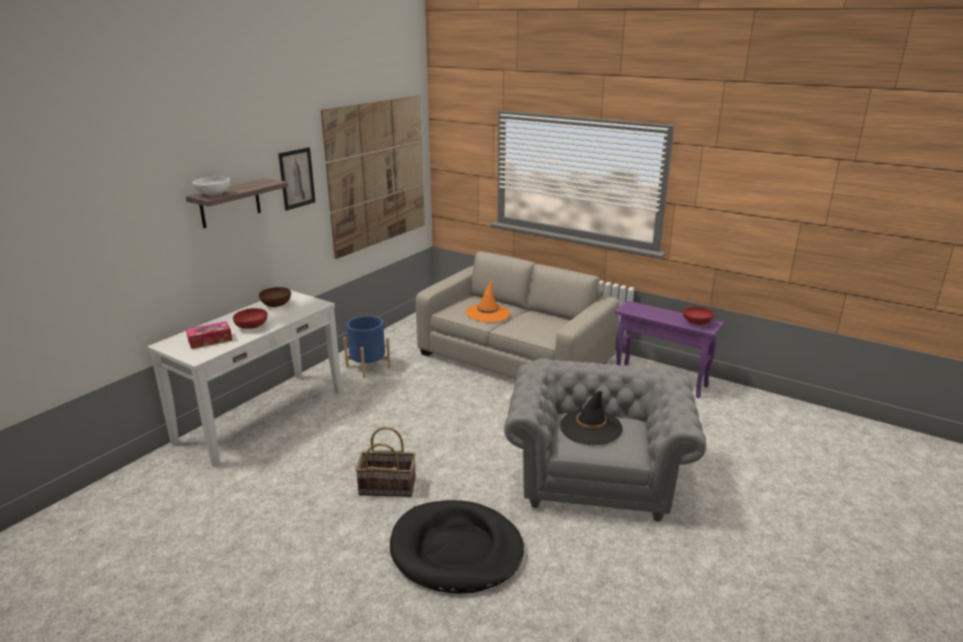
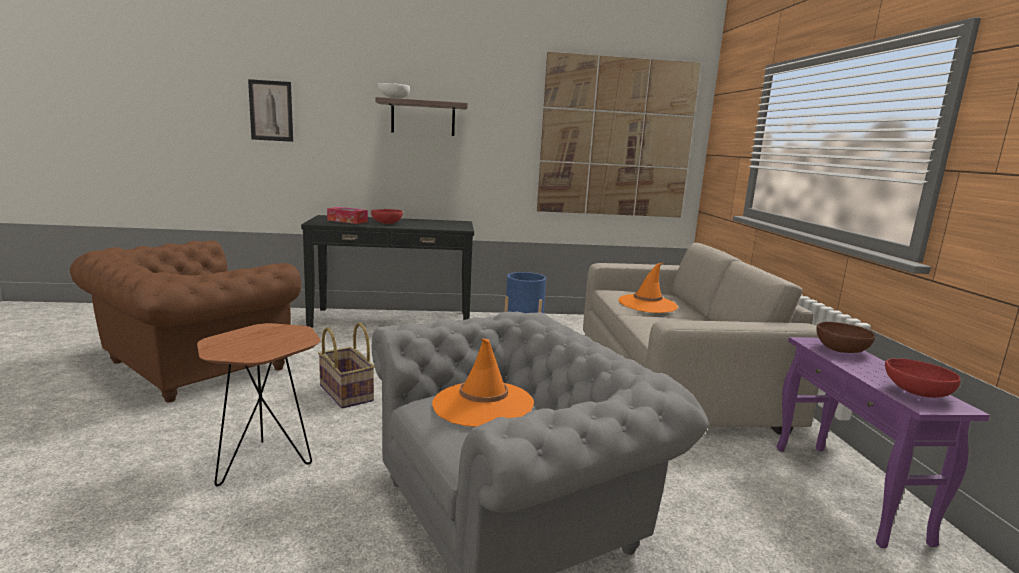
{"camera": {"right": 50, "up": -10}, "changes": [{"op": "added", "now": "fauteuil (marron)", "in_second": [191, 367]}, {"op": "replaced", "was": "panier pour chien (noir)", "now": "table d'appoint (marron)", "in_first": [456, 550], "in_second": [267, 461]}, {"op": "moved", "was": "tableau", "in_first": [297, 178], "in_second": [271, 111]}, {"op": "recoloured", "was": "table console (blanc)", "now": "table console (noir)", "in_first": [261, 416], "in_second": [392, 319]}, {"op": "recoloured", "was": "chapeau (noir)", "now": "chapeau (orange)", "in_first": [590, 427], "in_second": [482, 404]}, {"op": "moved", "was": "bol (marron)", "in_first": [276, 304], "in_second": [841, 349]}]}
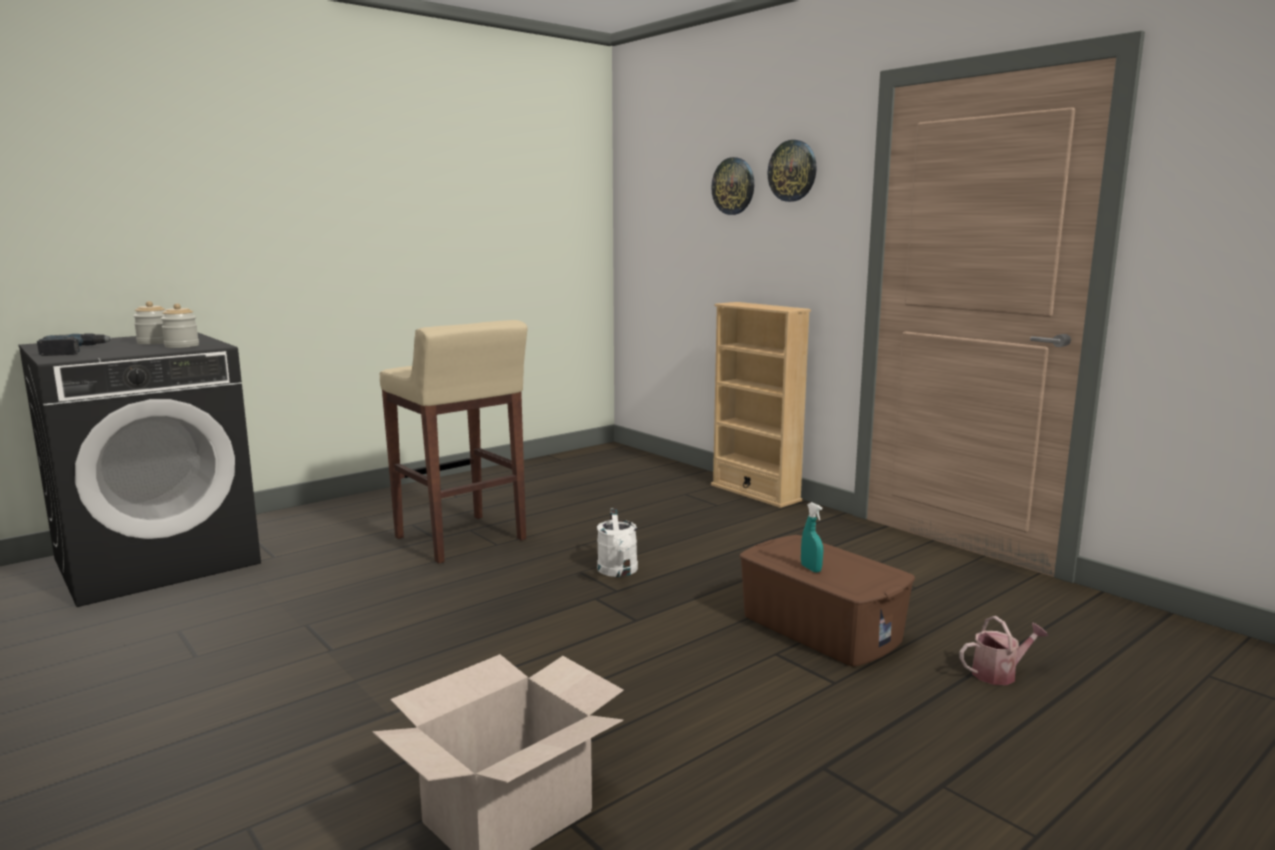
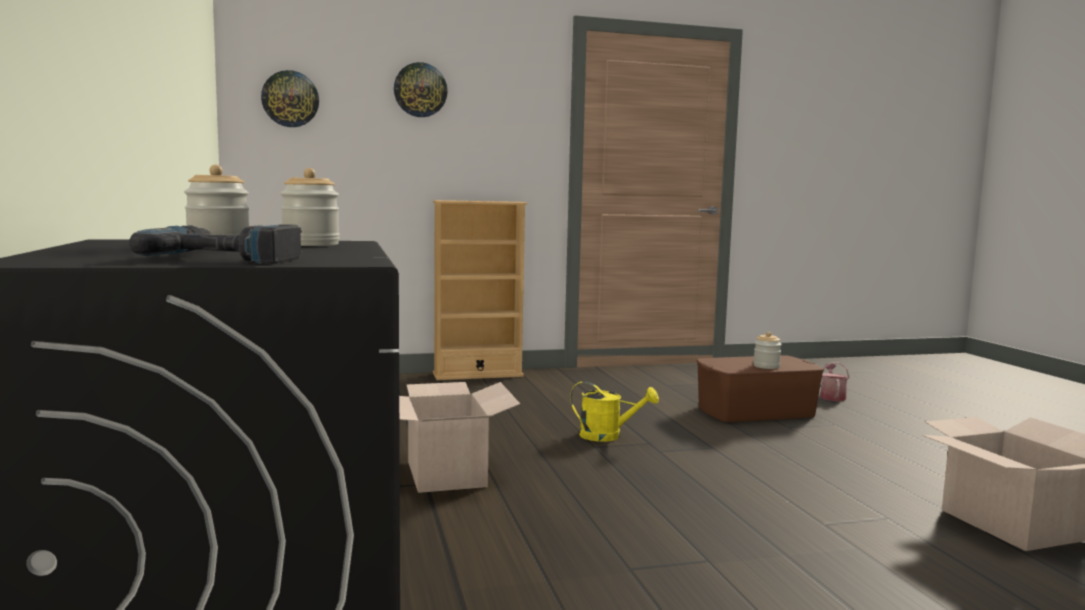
{"camera": {"right": -65, "up": -5}, "changes": [{"op": "moved", "was": "horloge murale", "in_first": [792, 171], "in_second": [290, 99]}, {"op": "replaced", "was": "tabouret (beige)", "now": "carton", "in_first": [461, 539], "in_second": [447, 474]}, {"op": "recoloured", "was": "arrosoir (blanc)", "now": "arrosoir (jaune)", "in_first": [618, 572], "in_second": [608, 436]}, {"op": "replaced", "was": "vaporisateur (turquoise)", "now": "bocal", "in_first": [811, 569], "in_second": [766, 366]}]}
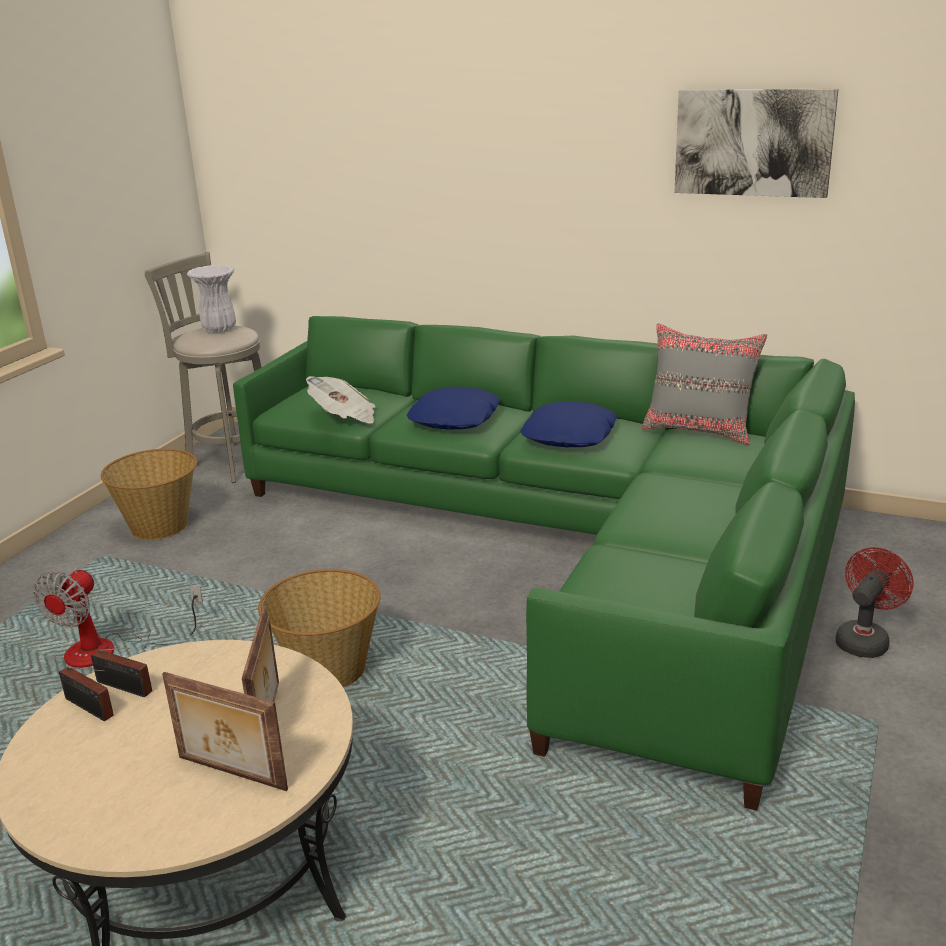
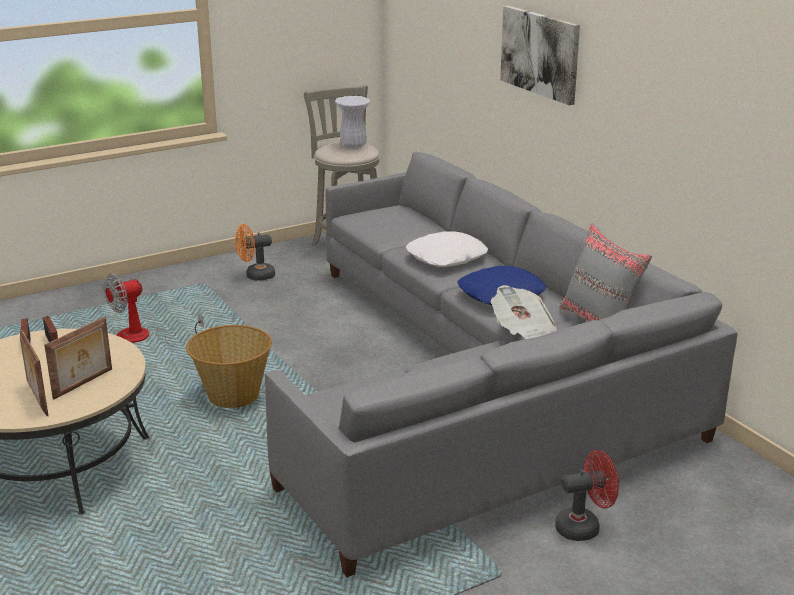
{"camera": {"right": 35, "up": 0}, "changes": [{"op": "replaced", "was": "panier", "now": "ventilateur (orange)", "in_first": [160, 526], "in_second": [255, 276]}, {"op": "recoloured", "was": "canapé (vert)", "now": "canapé (gris)", "in_first": [571, 547], "in_second": [478, 384]}, {"op": "recoloured", "was": "coussin (bleu)", "now": "coussin (blanc)", "in_first": [455, 418], "in_second": [447, 257]}, {"op": "moved", "was": "journal", "in_first": [344, 417], "in_second": [523, 332]}, {"op": "moved", "was": "tableau", "in_first": [753, 142], "in_second": [540, 53]}]}
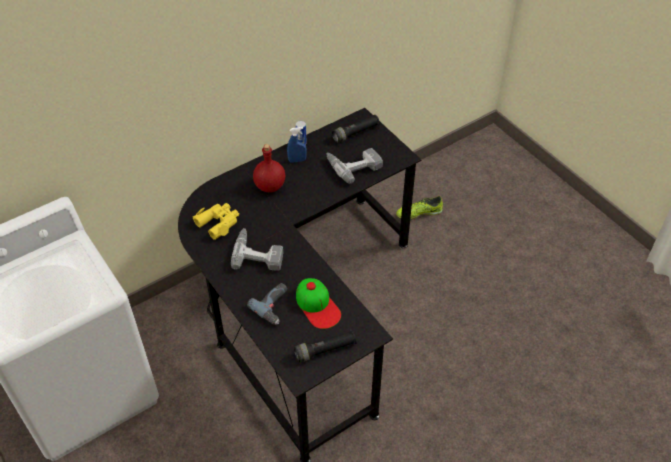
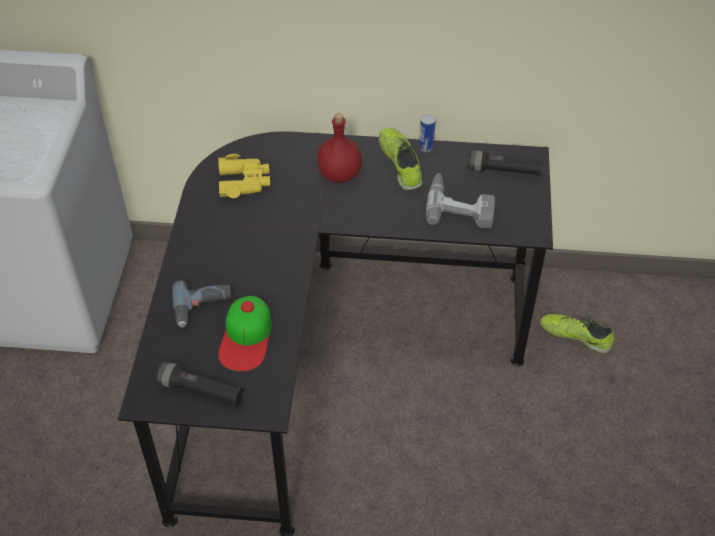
{"camera": {"right": 40, "up": 0}, "changes": [{"op": "replaced", "was": "vaporisateur (bleu)", "now": "chaussure", "in_first": [297, 160], "in_second": [400, 163]}, {"op": "removed", "was": "perceuse", "in_first": [258, 253]}]}
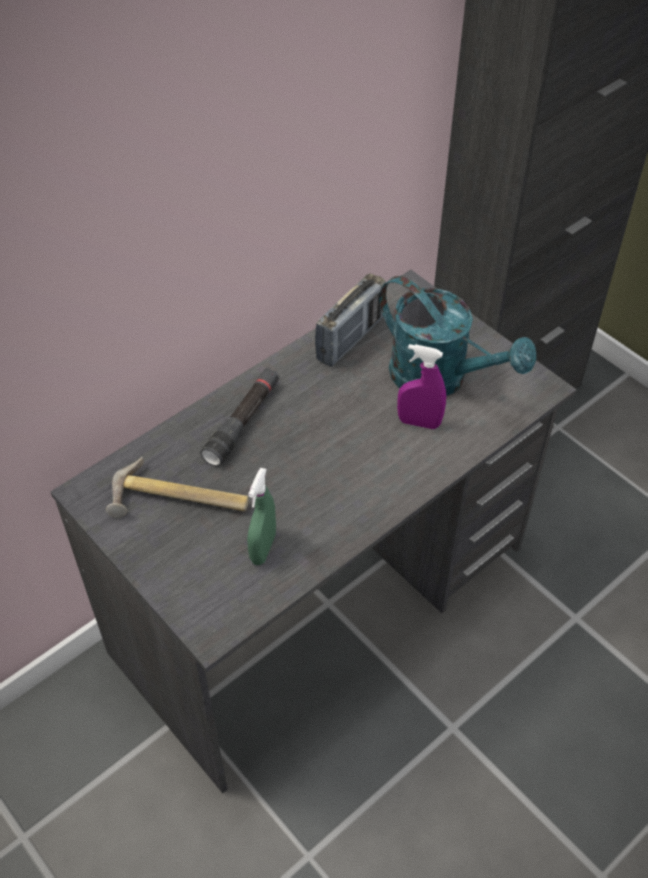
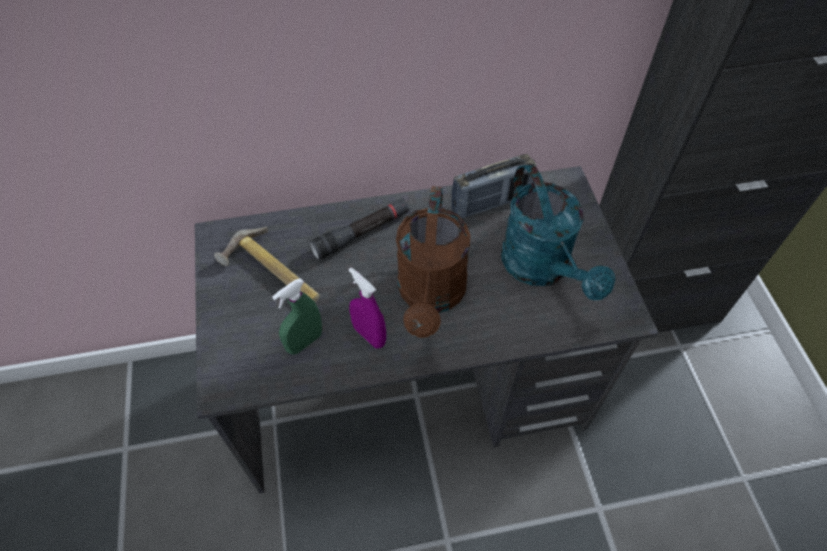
{"camera": {"right": 30, "up": 5}, "changes": [{"op": "moved", "was": "vaporisateur (violet)", "in_first": [419, 422], "in_second": [369, 335]}, {"op": "added", "now": "arrosoir (marron)", "in_second": [431, 296]}]}
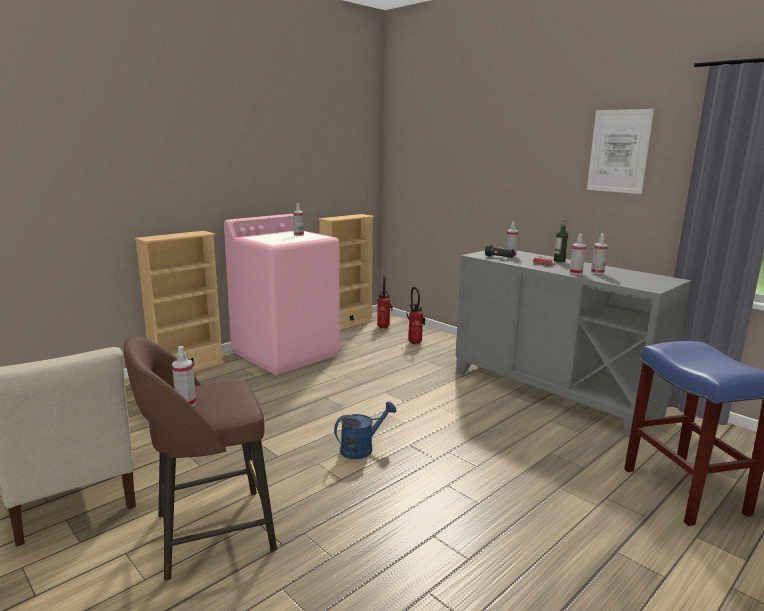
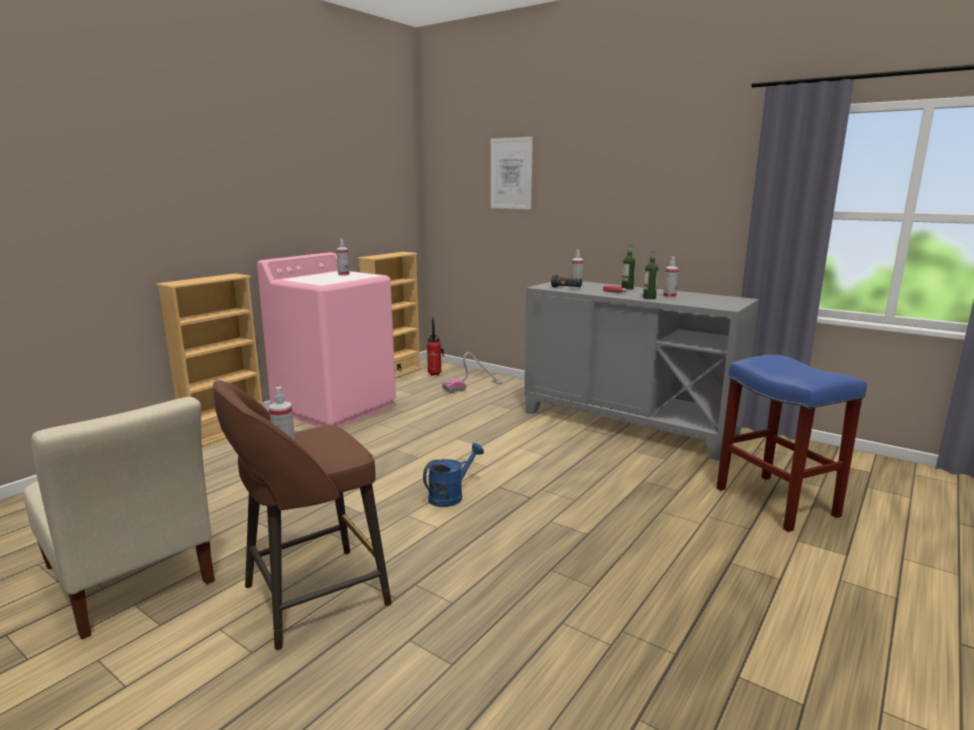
{"camera": {"right": -10, "up": 0}, "changes": [{"op": "replaced", "was": "extincteur", "now": "aspirateur", "in_first": [415, 342], "in_second": [473, 386]}, {"op": "moved", "was": "tableau", "in_first": [619, 151], "in_second": [511, 173]}, {"op": "replaced", "was": "vaporisateur", "now": "bouteille", "in_first": [576, 273], "in_second": [649, 298]}]}
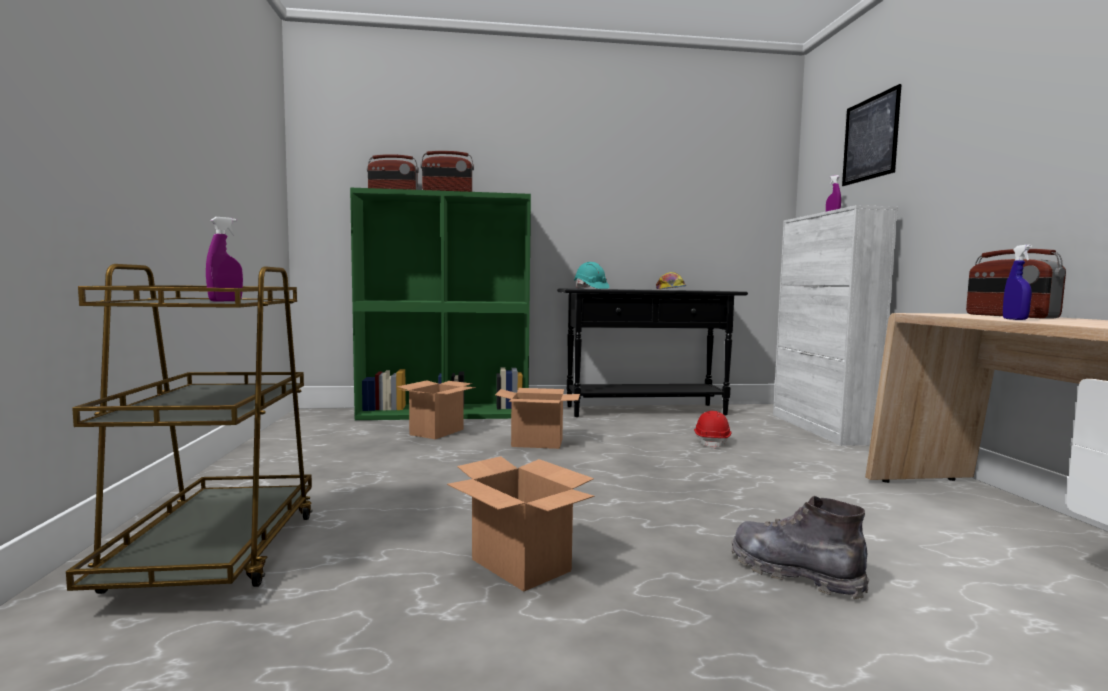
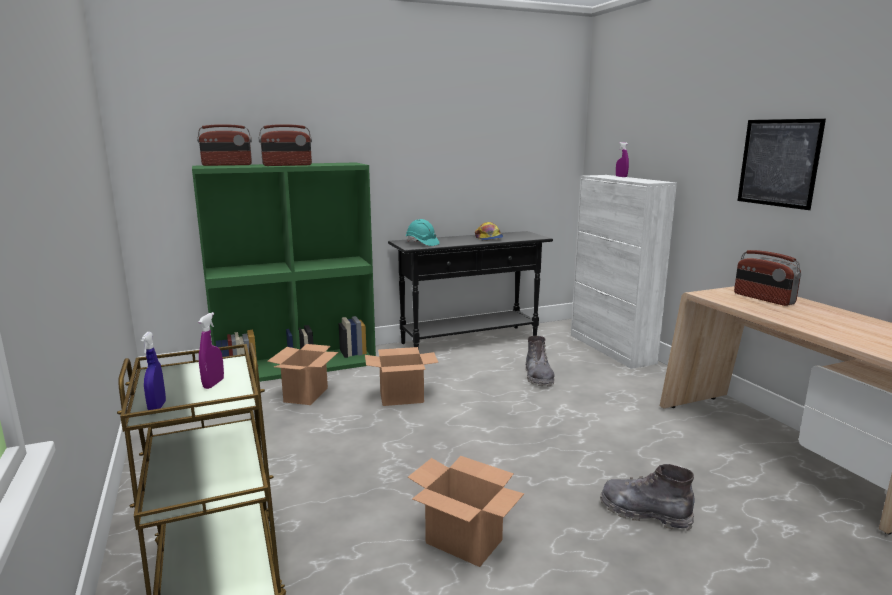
{"camera": {"right": -15, "up": 10}, "changes": [{"op": "moved", "was": "vaporisateur (bleu)", "in_first": [1015, 319], "in_second": [157, 407]}, {"op": "replaced", "was": "casque de chantier (rouge)", "now": "botte (gris)", "in_first": [712, 442], "in_second": [538, 377]}, {"op": "moved", "was": "tableau", "in_first": [870, 138], "in_second": [778, 163]}]}
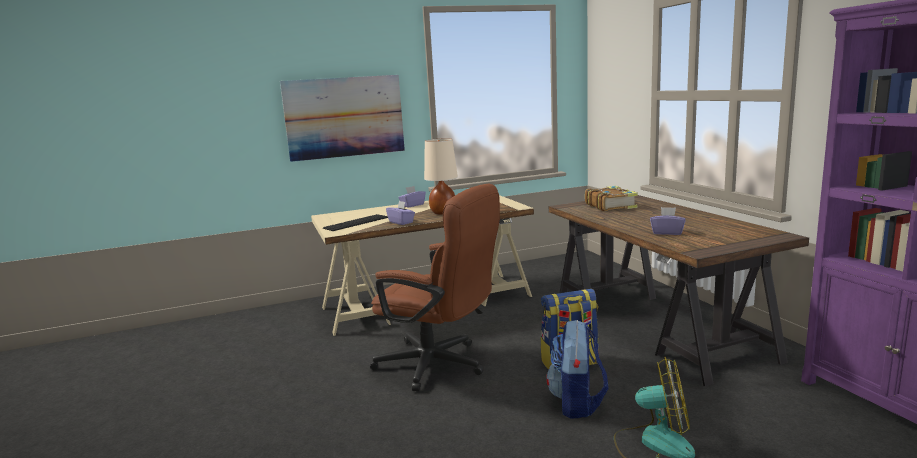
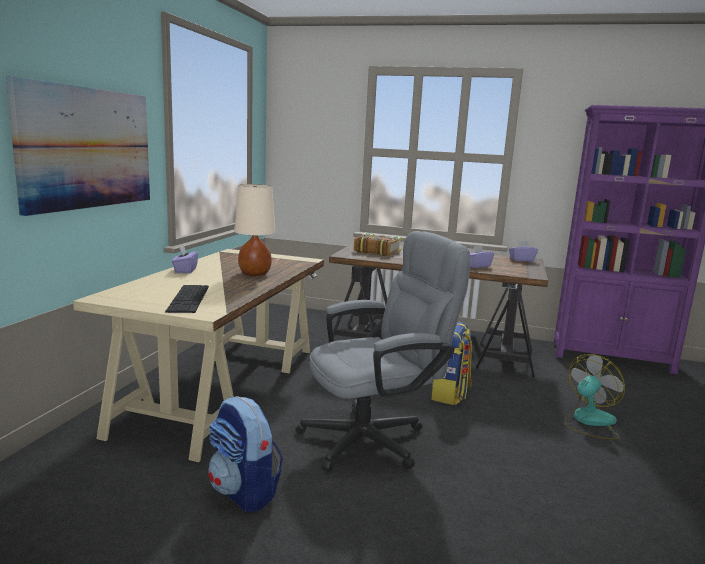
{"camera": {"right": -55, "up": 0}, "changes": [{"op": "moved", "was": "sac à dos", "in_first": [577, 403], "in_second": [244, 492]}, {"op": "recoloured", "was": "chaise de bureau (marron)", "now": "chaise de bureau (gris)", "in_first": [440, 366], "in_second": [375, 438]}, {"op": "moved", "was": "boîte à mouchoirs (violet)", "in_first": [401, 222], "in_second": [521, 260]}]}
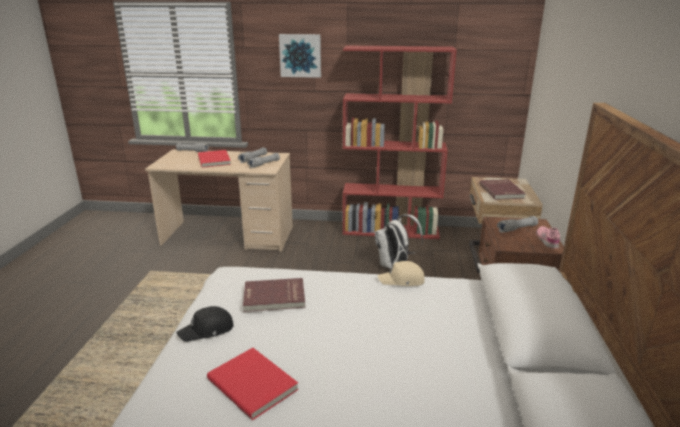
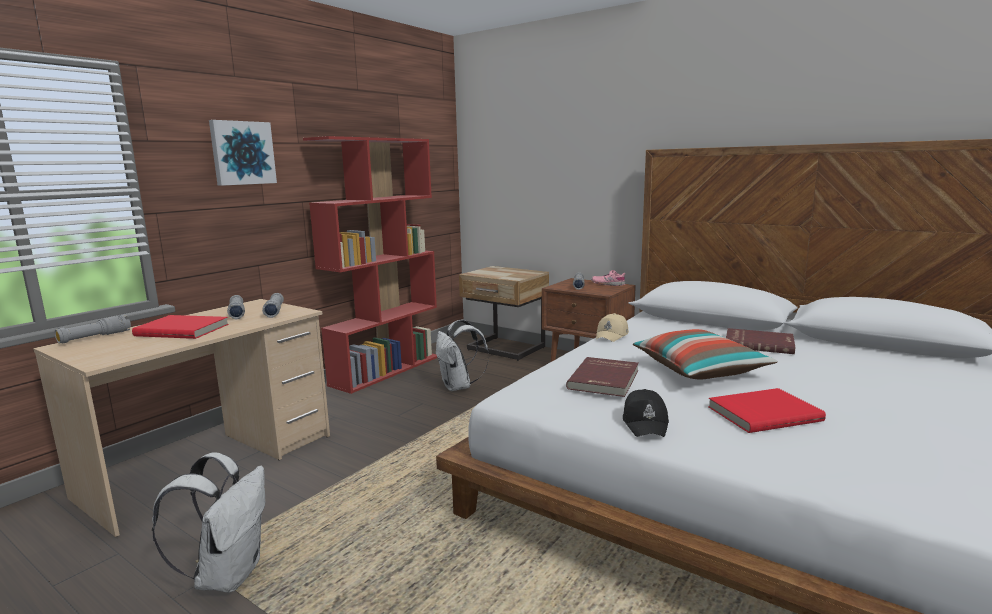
{"camera": {"right": -60, "up": -10}, "changes": [{"op": "added", "now": "sac à dos (blanc)", "in_second": [228, 574]}, {"op": "added", "now": "coussin", "in_second": [699, 370]}, {"op": "moved", "was": "livre (rouge)", "in_first": [502, 191], "in_second": [759, 343]}]}
